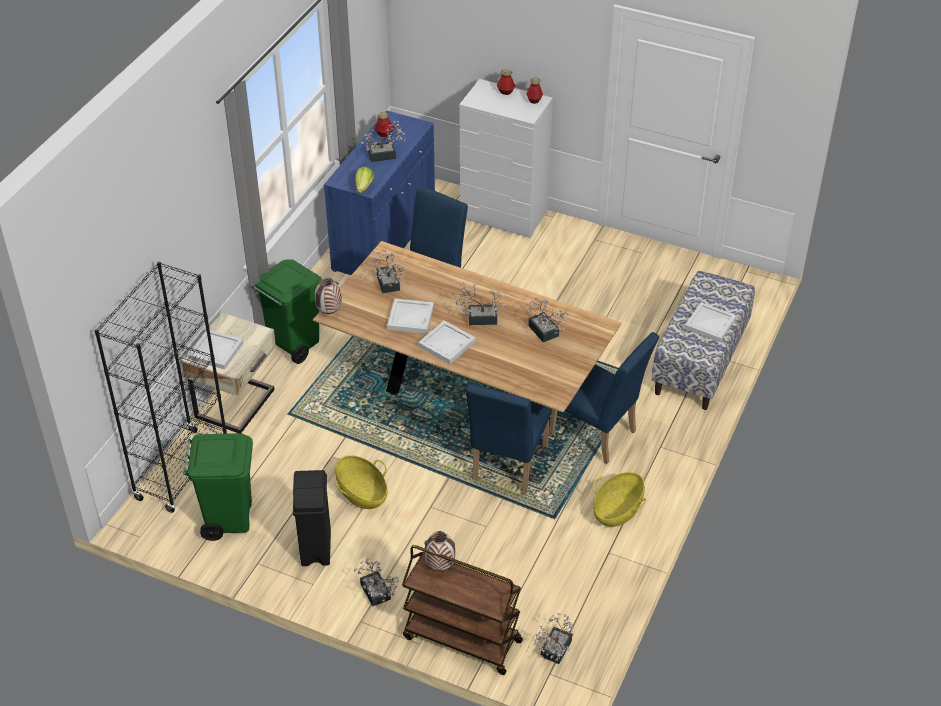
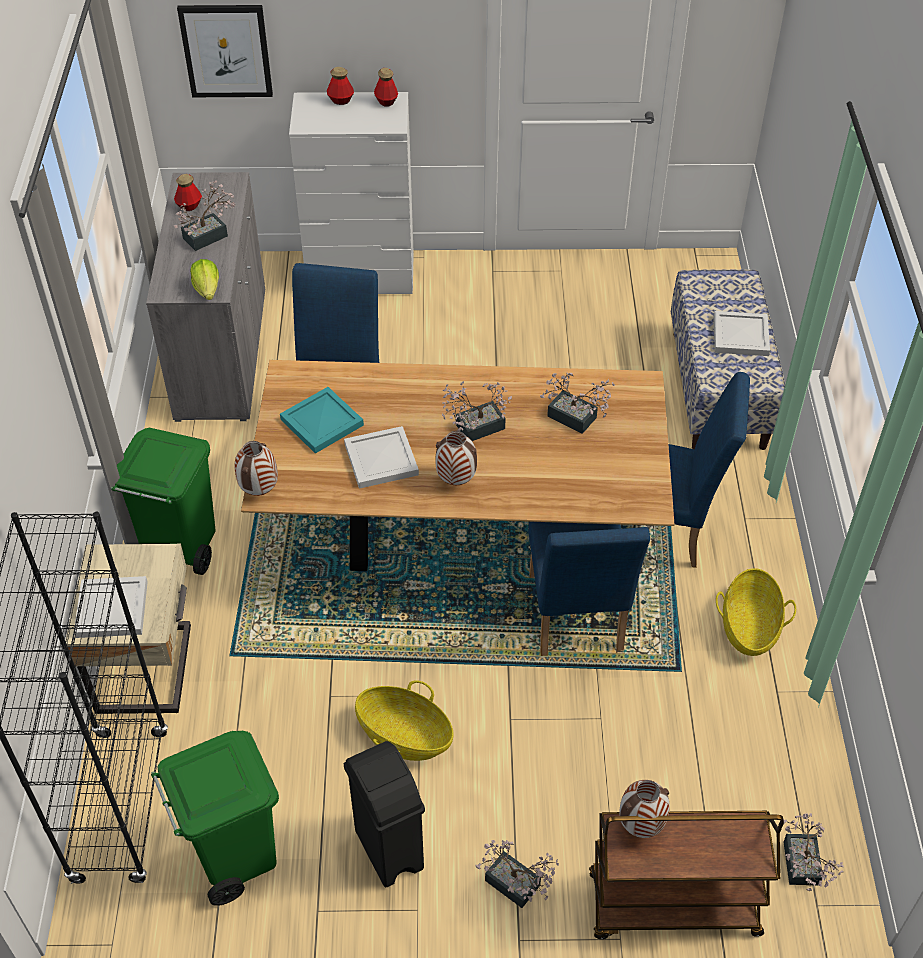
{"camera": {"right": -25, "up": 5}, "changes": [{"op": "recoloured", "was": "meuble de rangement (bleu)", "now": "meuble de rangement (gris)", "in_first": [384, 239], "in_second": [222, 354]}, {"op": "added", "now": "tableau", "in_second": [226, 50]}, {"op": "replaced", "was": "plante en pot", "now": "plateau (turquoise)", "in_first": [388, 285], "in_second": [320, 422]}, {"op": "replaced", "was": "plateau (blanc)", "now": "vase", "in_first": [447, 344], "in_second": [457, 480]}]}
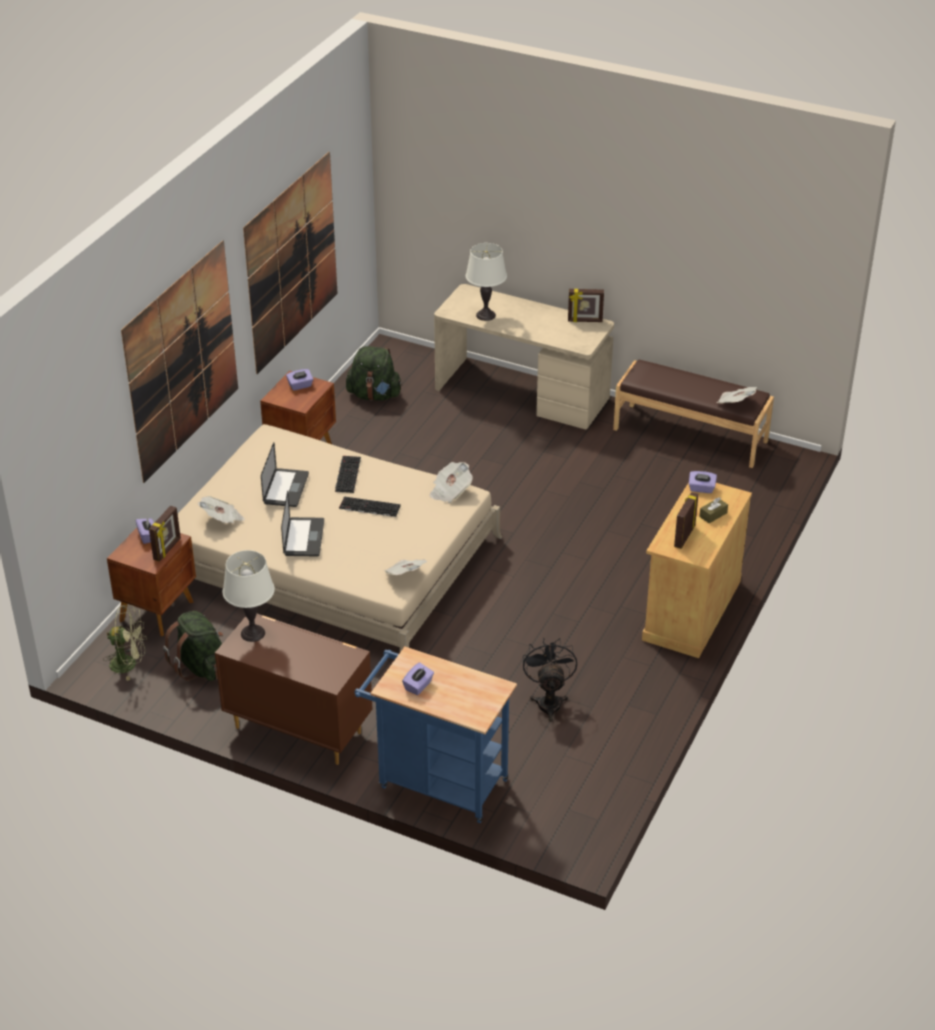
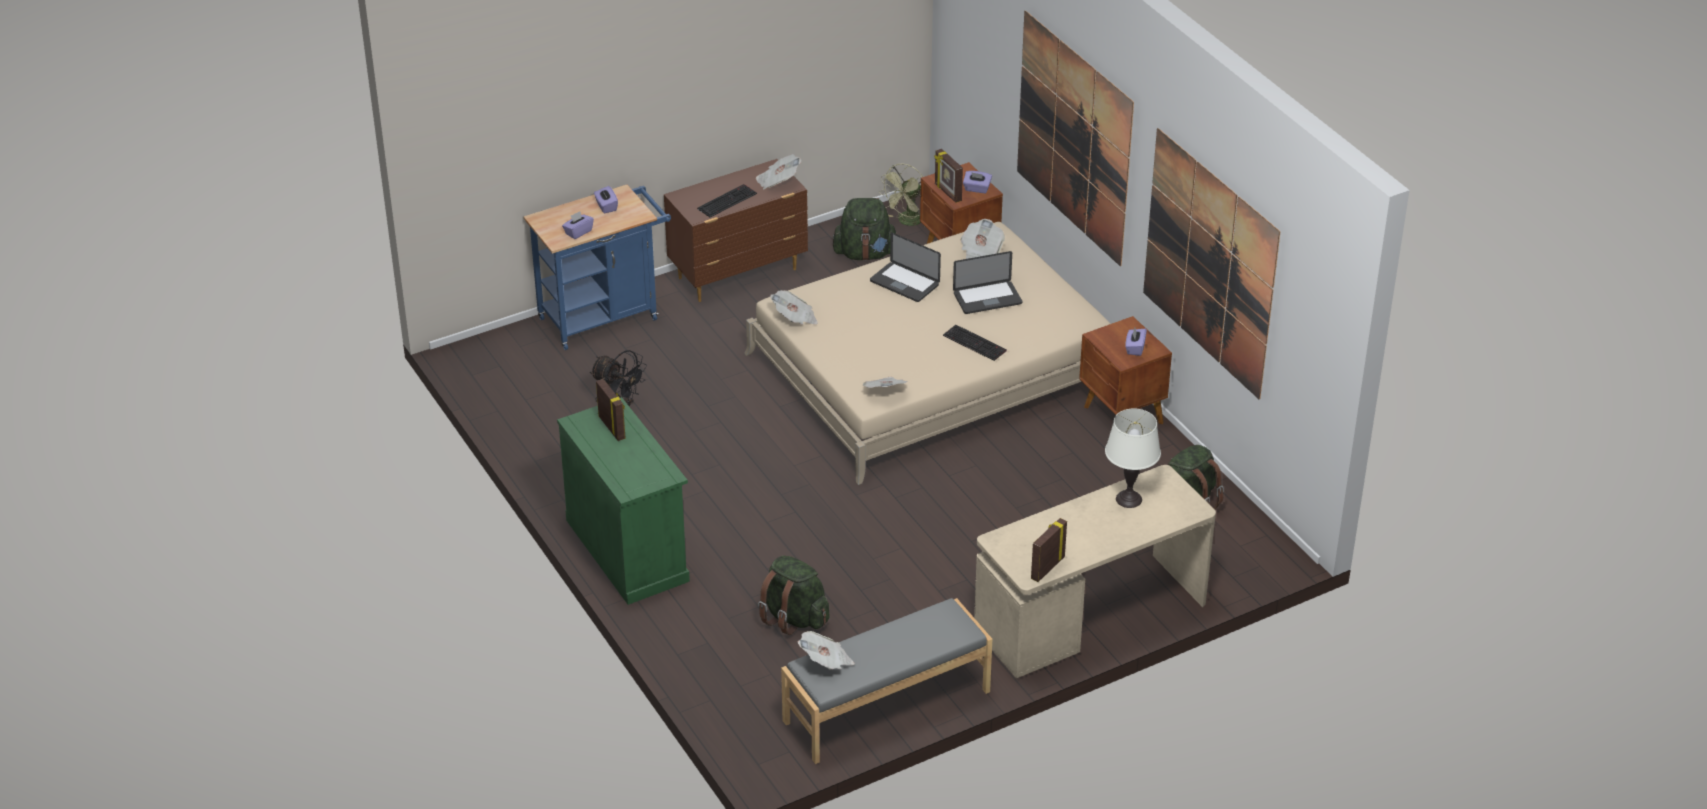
{"camera": {"right": 125, "up": 0}, "changes": [{"op": "recoloured", "was": "meuble de rangement (beige)", "now": "meuble de rangement (vert)", "in_first": [691, 610], "in_second": [627, 550]}, {"op": "moved", "was": "boîte à mouchoirs (violet)", "in_first": [701, 489], "in_second": [578, 232]}, {"op": "moved", "was": "clavier", "in_first": [369, 507], "in_second": [727, 200]}, {"op": "replaced", "was": "lampe de table (blanc)", "now": "journal", "in_first": [253, 633], "in_second": [778, 181]}, {"op": "added", "now": "sac à dos (vert)", "in_second": [793, 617]}, {"op": "recoloured", "was": "banc (marron)", "now": "banc (gris)", "in_first": [690, 434], "in_second": [887, 707]}, {"op": "turned", "was": "ordinateur portable", "in_first": [286, 489], "in_second": [987, 298], "clockwise": -60}, {"op": "removed", "was": "boîte à mouchoirs (marron)", "in_first": [713, 515]}]}
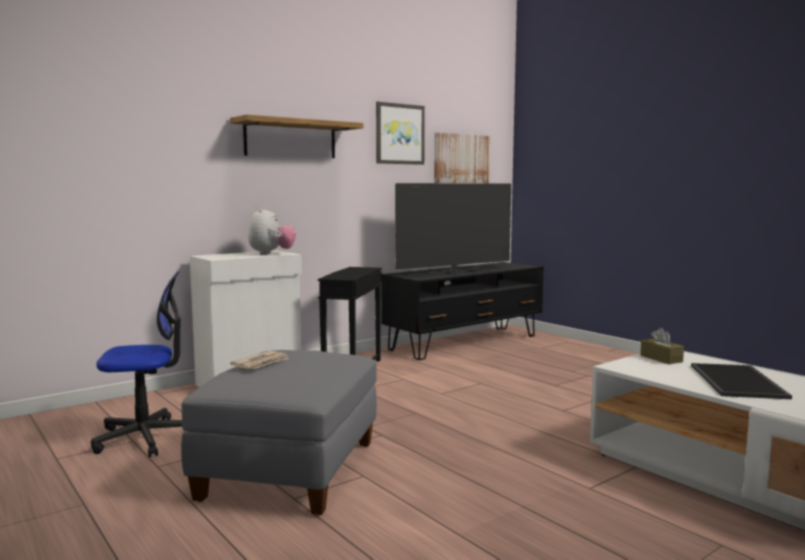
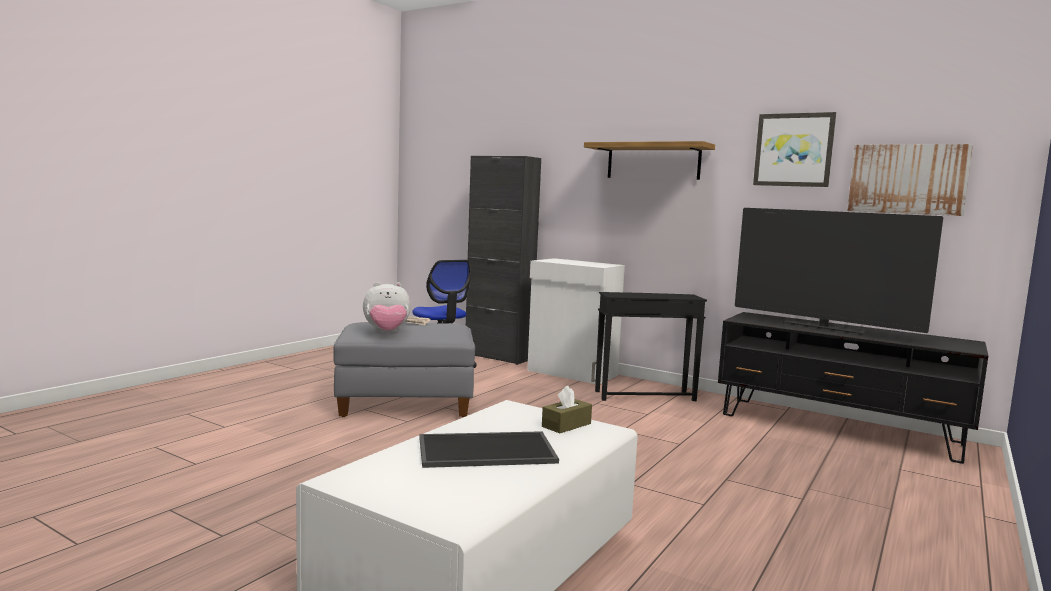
{"camera": {"right": 70, "up": 0}, "changes": [{"op": "moved", "was": "peluche", "in_first": [271, 254], "in_second": [387, 333]}, {"op": "added", "now": "meuble de rangement (noir)", "in_second": [498, 357]}]}
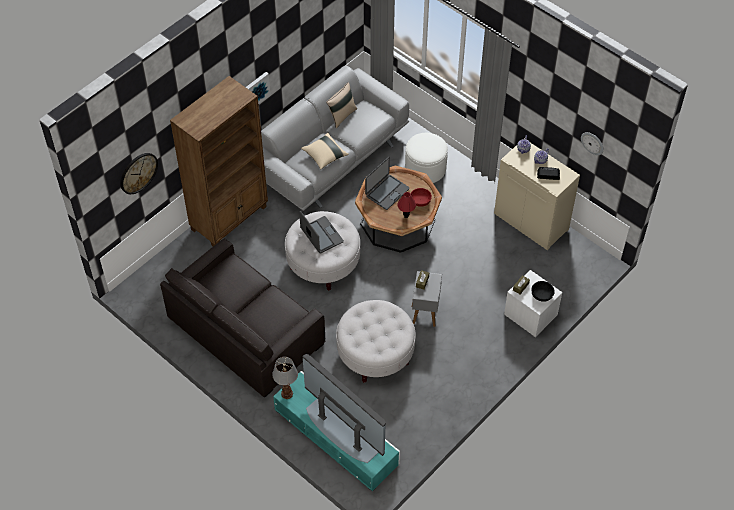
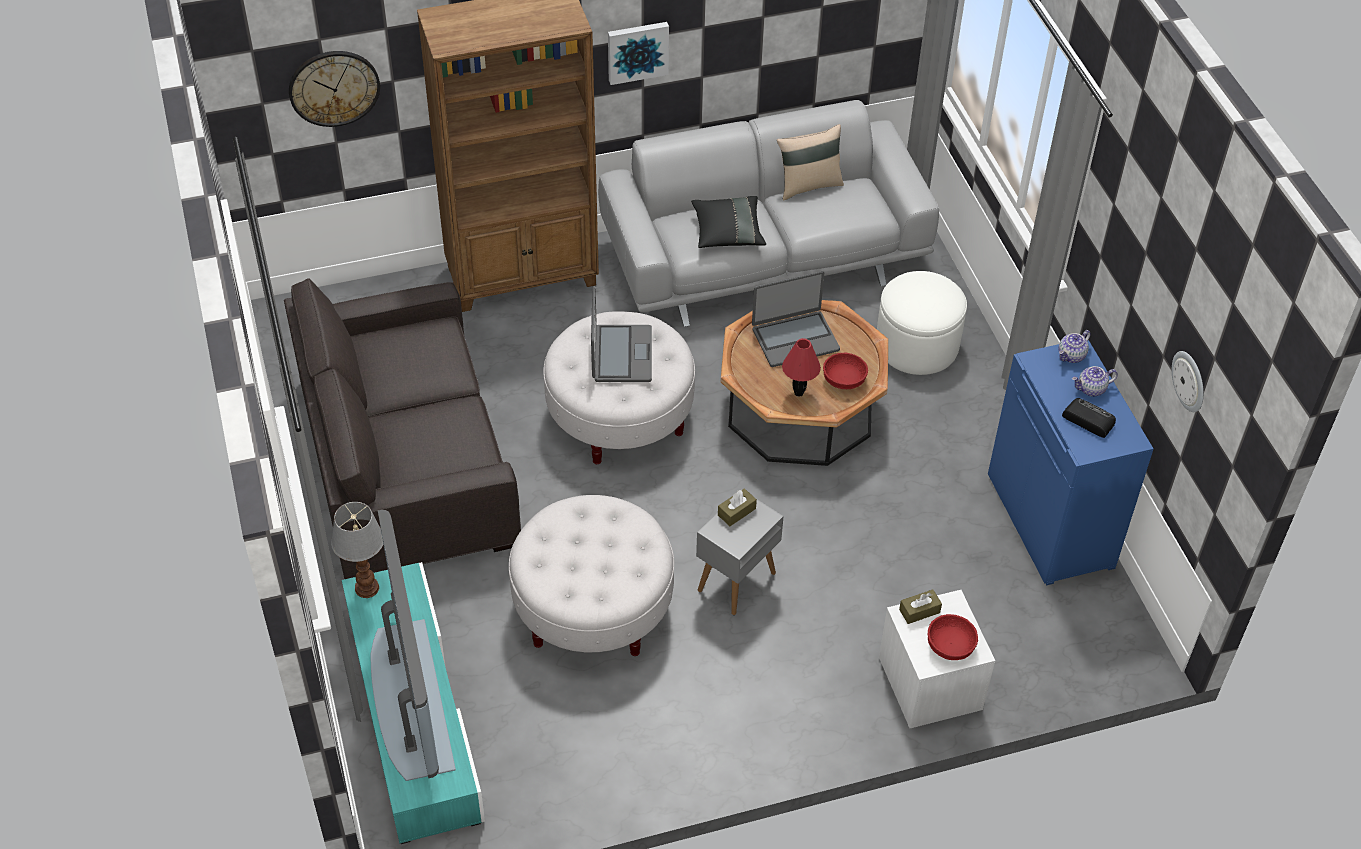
{"camera": {"right": 30, "up": -5}, "changes": [{"op": "recoloured", "was": "coussin (beige)", "now": "coussin (noir)", "in_first": [324, 155], "in_second": [727, 232]}, {"op": "recoloured", "was": "bol (noir)", "now": "bol (rouge)", "in_first": [542, 295], "in_second": [950, 646]}, {"op": "recoloured", "was": "meuble de rangement (beige)", "now": "meuble de rangement (bleu)", "in_first": [532, 221], "in_second": [1052, 521]}]}
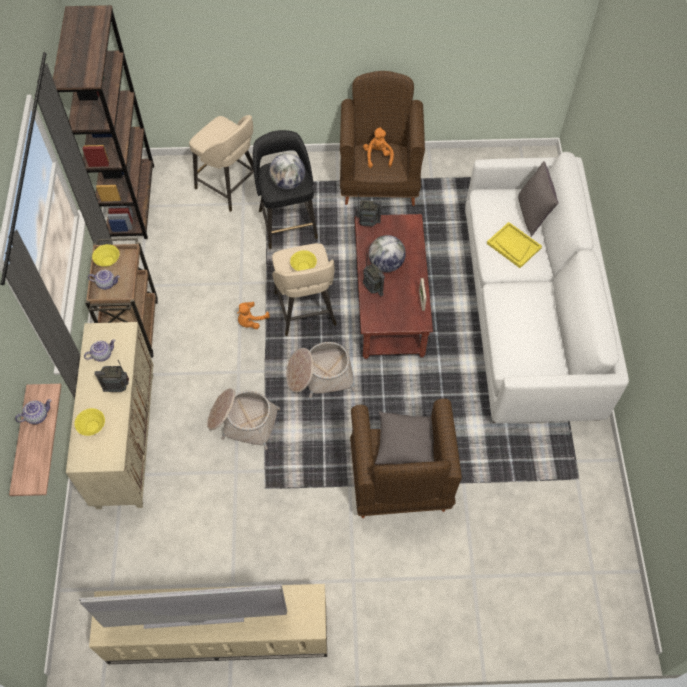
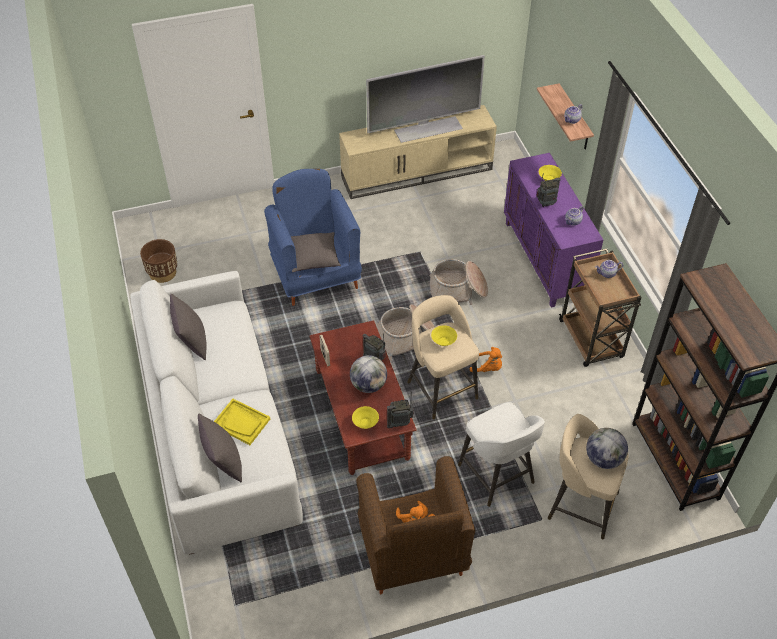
{"camera": {"right": 165, "up": -10}, "changes": [{"op": "added", "now": "cache-pot (marron)", "in_second": [163, 273]}, {"op": "added", "now": "coussin (gris)", "in_second": [192, 343]}, {"op": "recoloured", "was": "fauteuil (marron)", "now": "fauteuil (bleu)", "in_first": [399, 483], "in_second": [316, 275]}, {"op": "moved", "was": "bol (jaune)", "in_first": [108, 260], "in_second": [365, 423]}, {"op": "recoloured", "was": "tabouret (noir)", "now": "tabouret (blanc)", "in_first": [287, 222], "in_second": [497, 475]}, {"op": "turned", "was": "peluche (orange)", "in_first": [251, 321], "in_second": [488, 368], "clockwise": 90}, {"op": "recoloured", "was": "meuble de rangement (beige)", "now": "meuble de rangement (violet)", "in_first": [125, 438], "in_second": [545, 260]}, {"op": "moved", "was": "globe", "in_first": [288, 183], "in_second": [603, 459]}]}
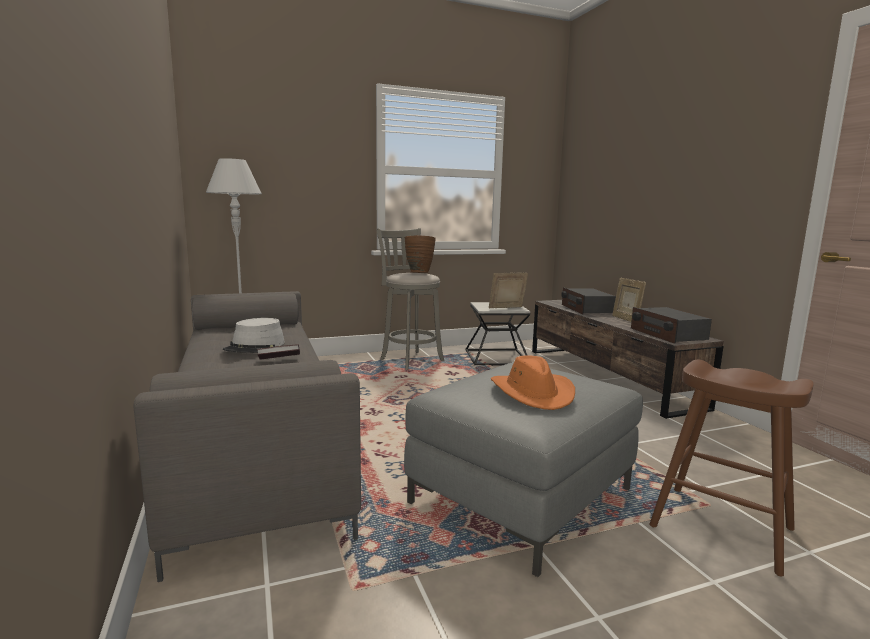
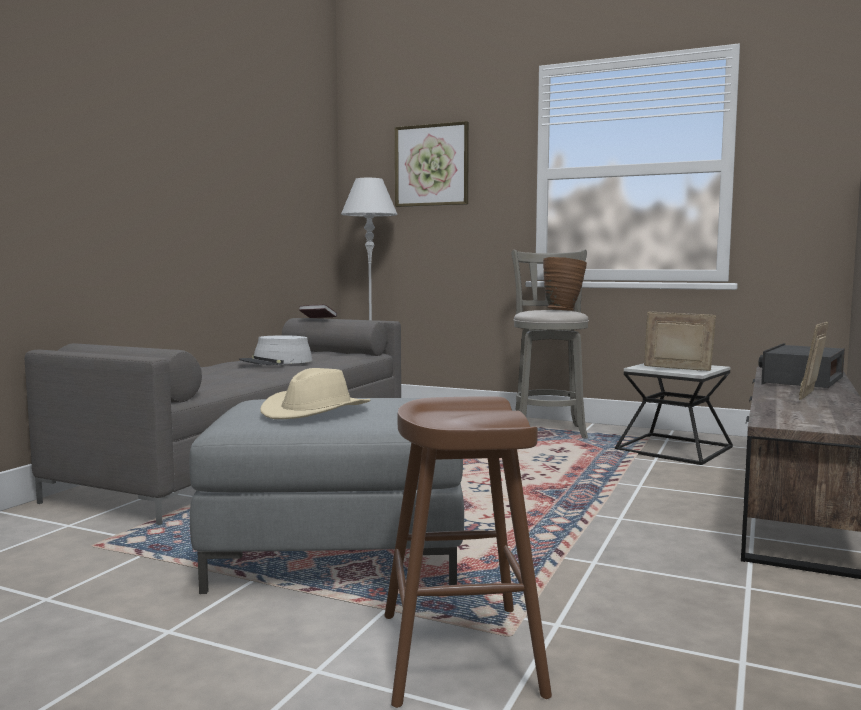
{"camera": {"right": 45, "up": -5}, "changes": [{"op": "recoloured", "was": "chapeau (orange)", "now": "chapeau (beige)", "in_first": [533, 393], "in_second": [316, 411]}, {"op": "moved", "was": "livre", "in_first": [279, 361], "in_second": [318, 319]}, {"op": "added", "now": "tableau", "in_second": [431, 165]}, {"op": "removed", "was": "radio", "in_first": [667, 334]}]}
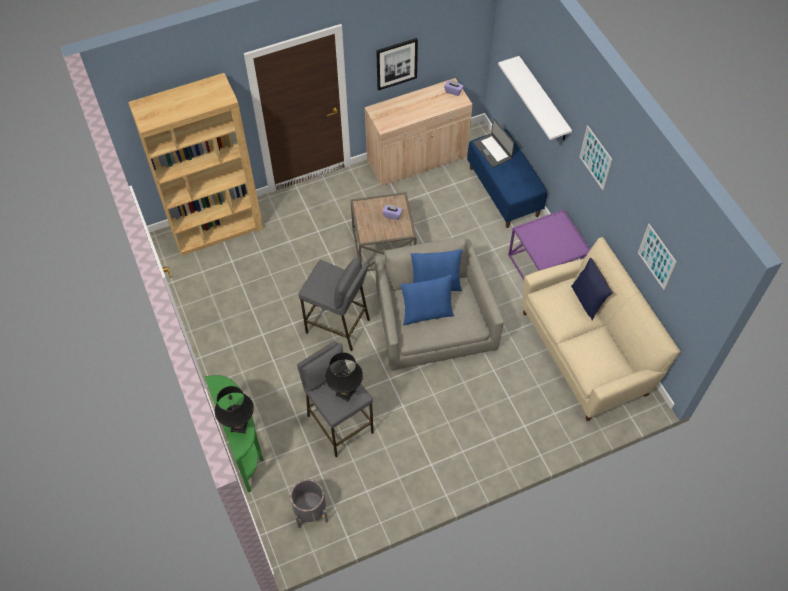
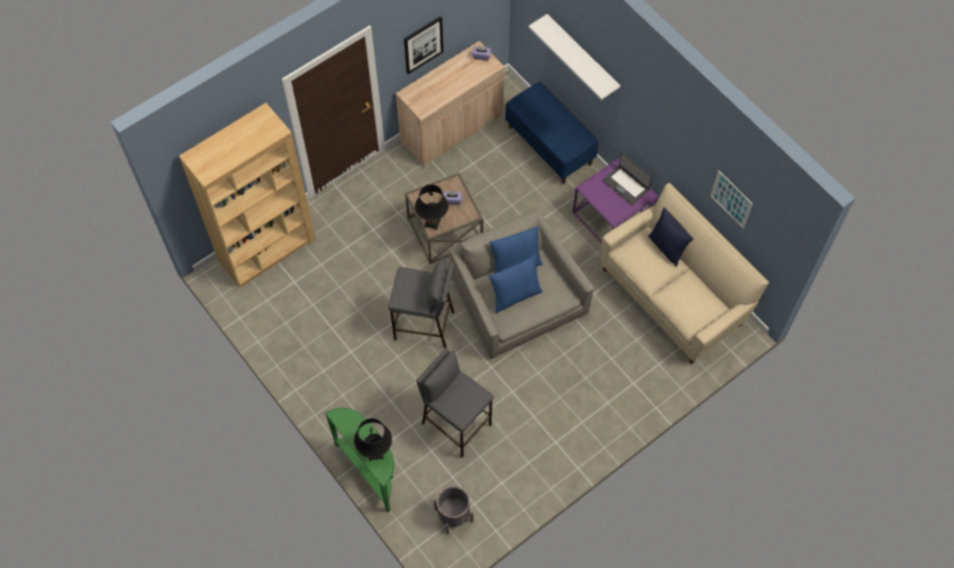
{"camera": {"right": -15, "up": 5}, "changes": [{"op": "moved", "was": "lampe de table (noir)", "in_first": [345, 393], "in_second": [432, 223]}, {"op": "moved", "was": "ordinateur portable", "in_first": [493, 150], "in_second": [626, 185]}, {"op": "removed", "was": "tableau", "in_first": [595, 158]}]}
